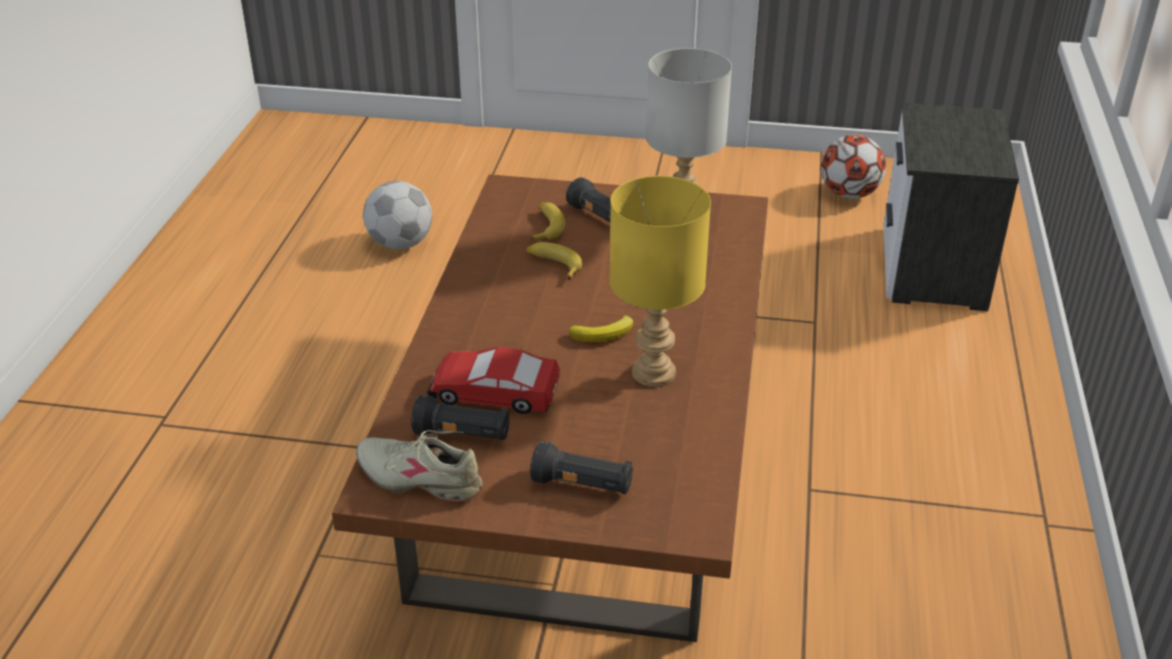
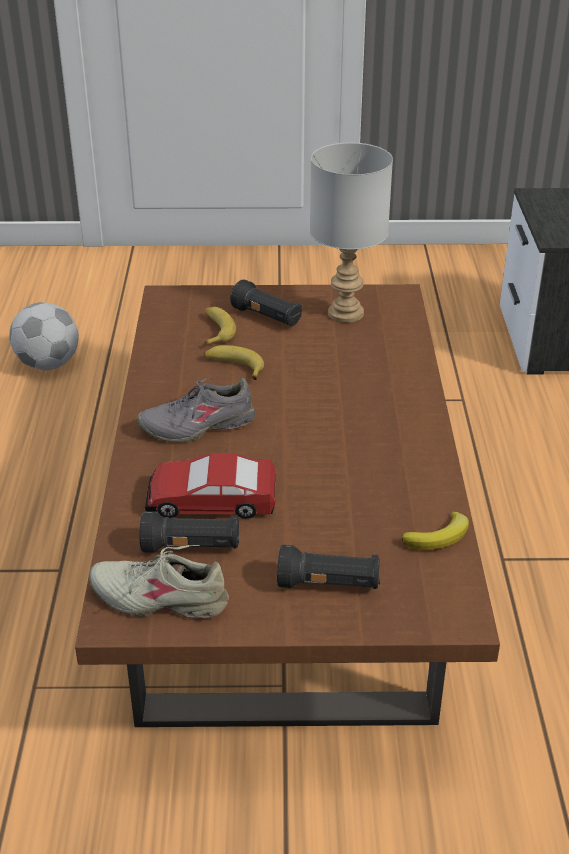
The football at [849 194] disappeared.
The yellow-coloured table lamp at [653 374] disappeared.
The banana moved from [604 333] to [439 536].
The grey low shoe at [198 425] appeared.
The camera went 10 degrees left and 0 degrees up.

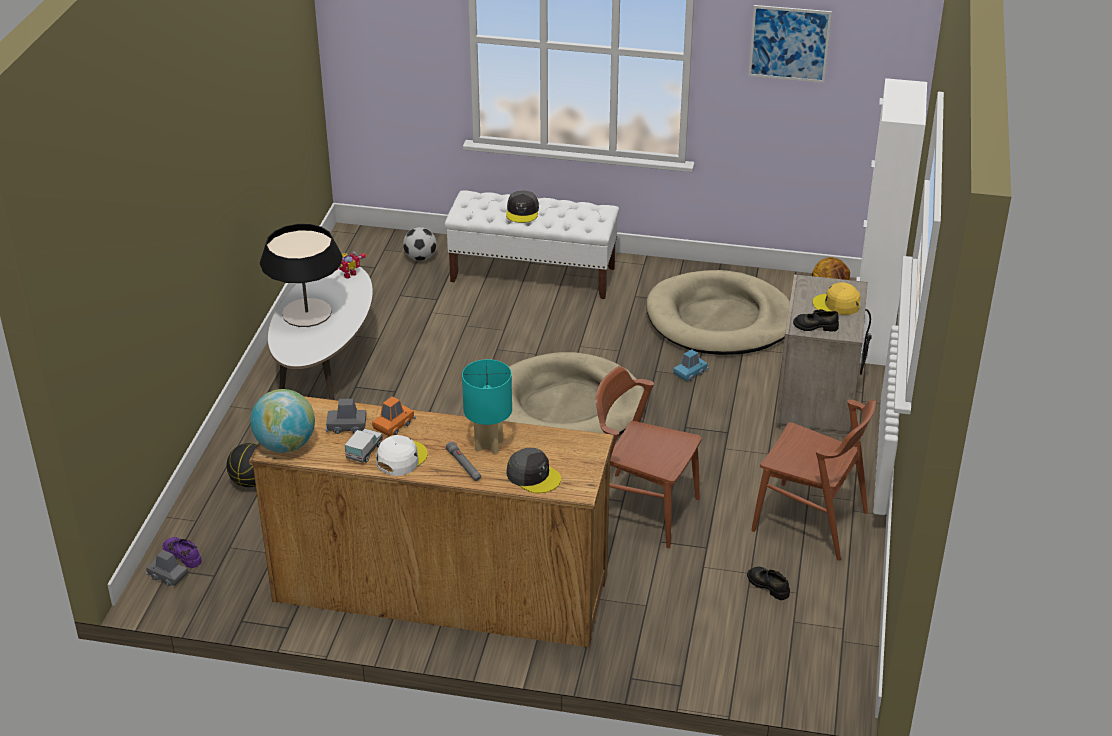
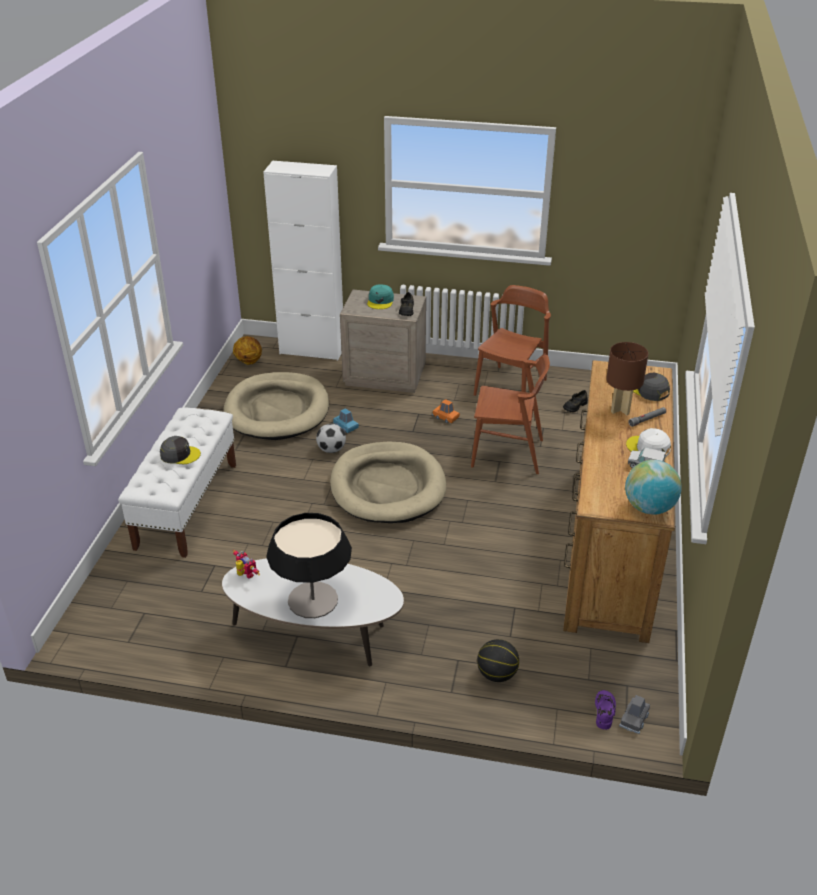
The picture at [789 43] disappeared.
The football moved from [420 258] to [331 450].
The yellow-coloured baseball cap at [837 304] became the blue-green baseball cap at [380 301].
The blue-green table lamp at [488 445] became the brown-coloured table lamp at [620 409].
The brown-coloured chair at [641 509] turned 105 degrees counterclockwise.
The orange toy car moved from [394 425] to [445 417].
The grey toy car at [346 426] disappeared.
The grey baseball cap at [533 476] turned 75 degrees counterclockwise.
The purple low shoe at [183 555] turned 150 degrees clockwise.
The camera went 90 degrees left and 0 degrees up.

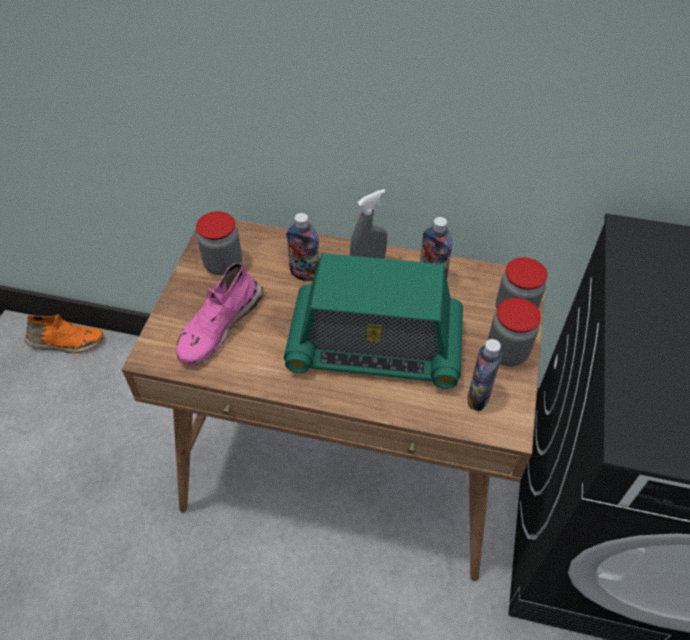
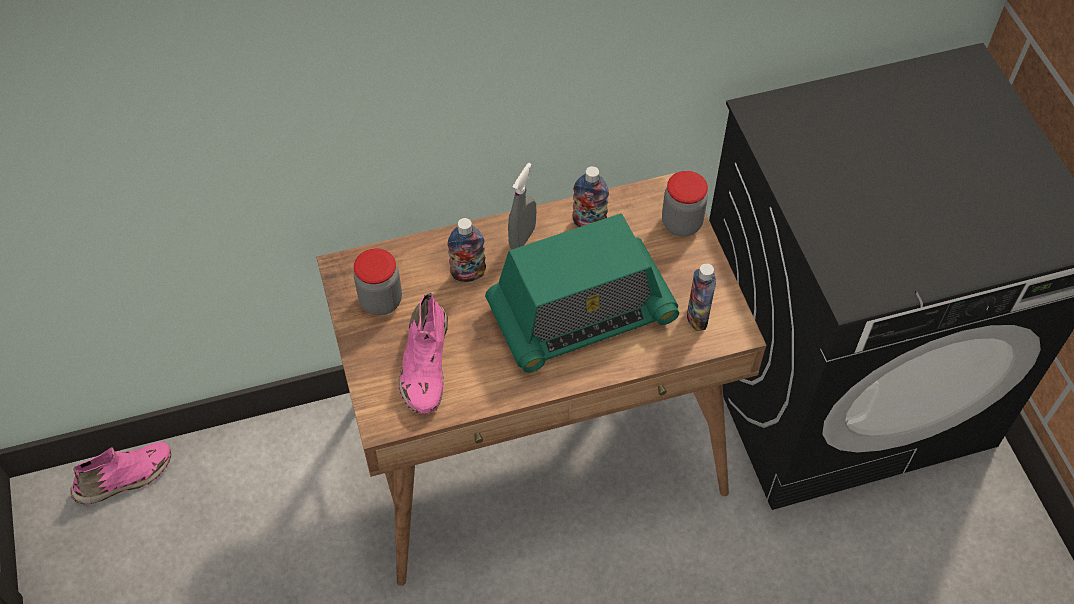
The storage jar at [506 352] disappeared.
The orange low shoe at [66 343] became the pink-coloured low shoe at [125 478].
The camera went 30 degrees left and 5 degrees up.

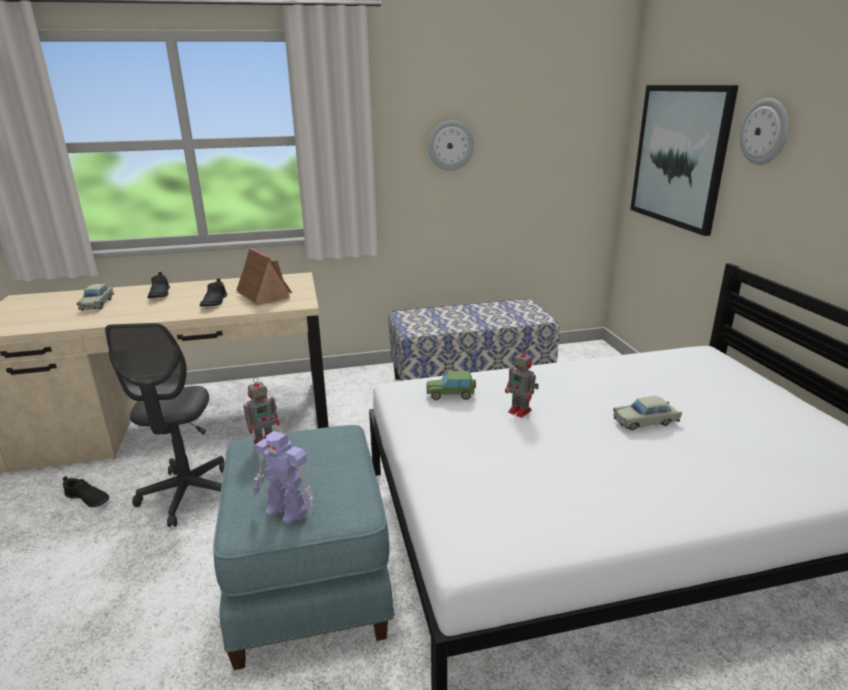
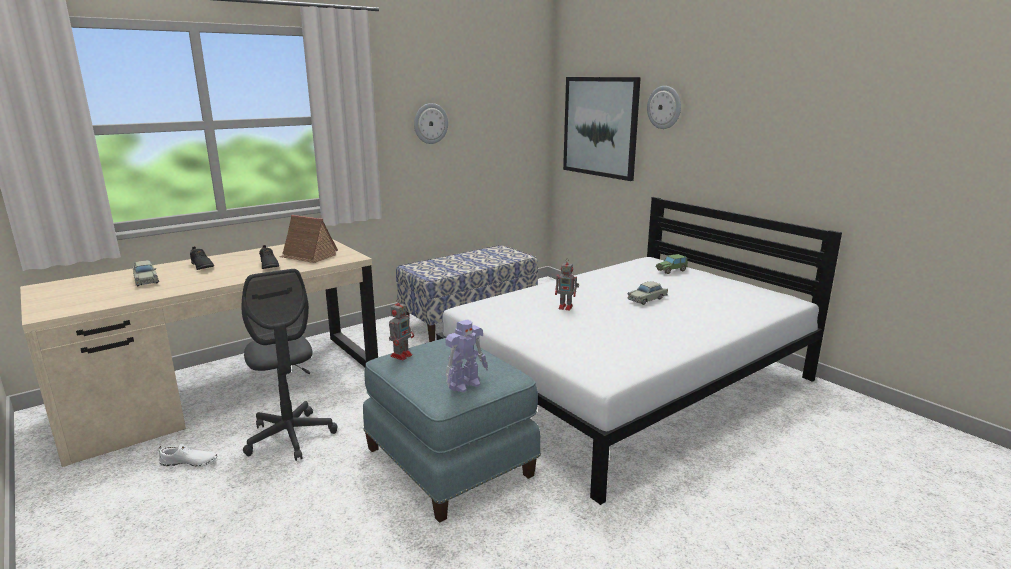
The toy car moved from [451 395] to [671 270].
The toy robot at [287 511] turned 45 degrees counterclockwise.
The blackish low shoe at [87 499] became the white-coloured low shoe at [189 463].
The camera went 25 degrees left and 5 degrees down.

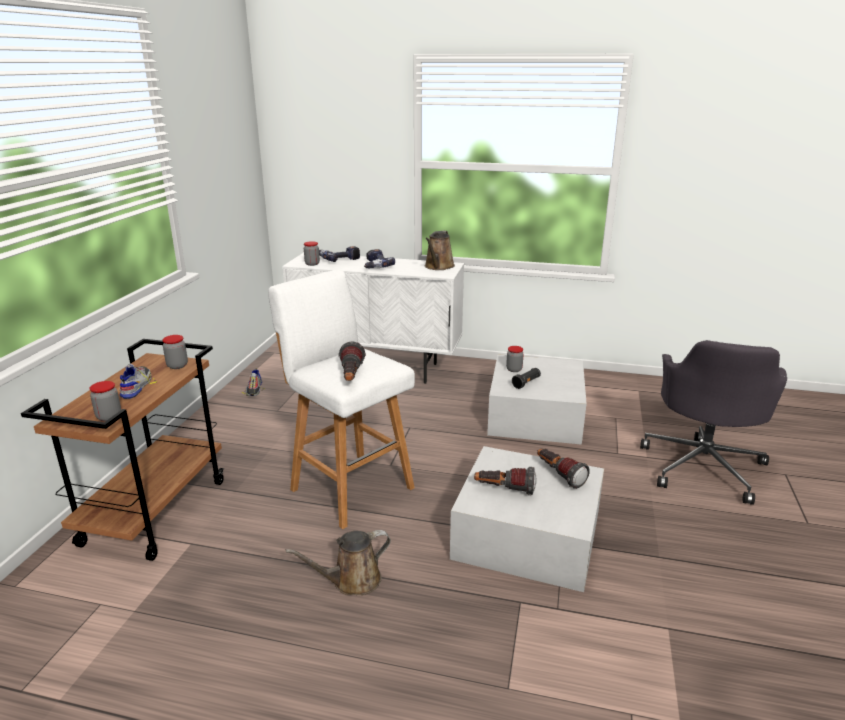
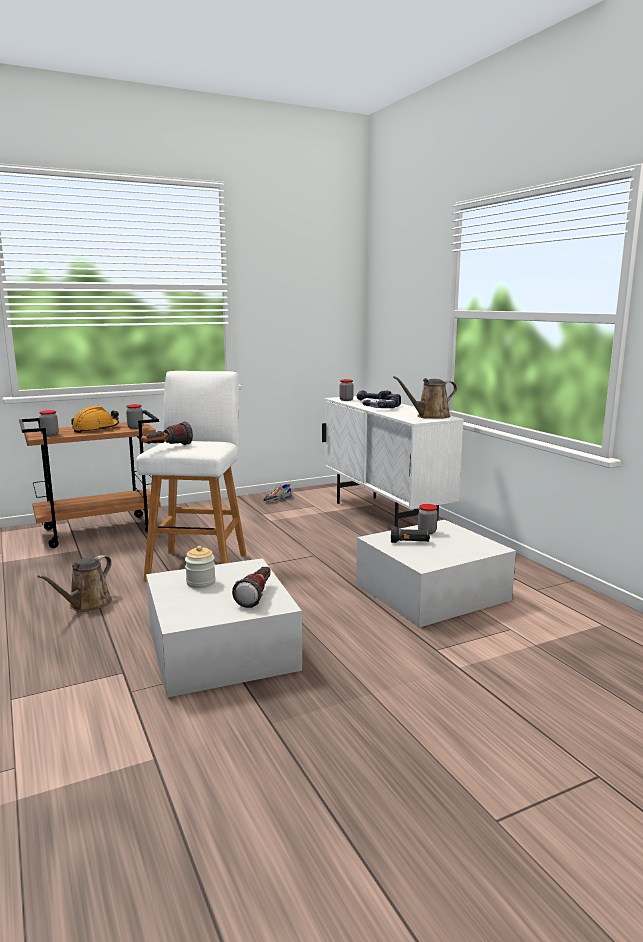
The grey computer chair at [703 466] disappeared.
The low shoe at [136 385] was replaced by the orange safety helmet at [96 429].
The torch at [504 490] was replaced by the storage jar at [201 582].
The brown-coloured sprinkling can at [352 581] turned 90 degrees counterclockwise.
The camera went 50 degrees right and 10 degrees down.

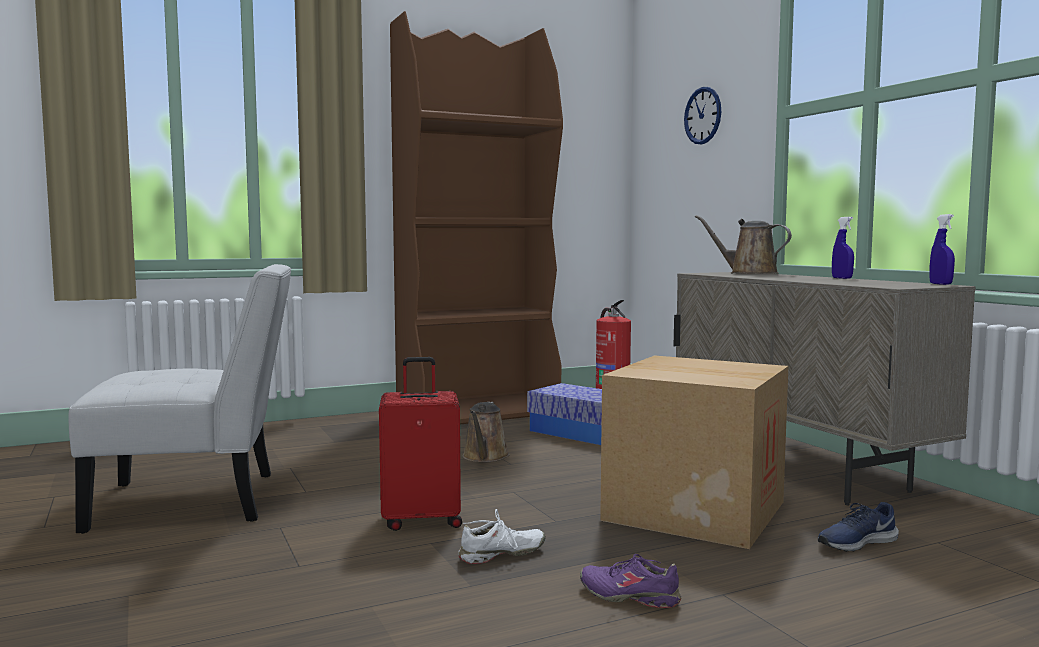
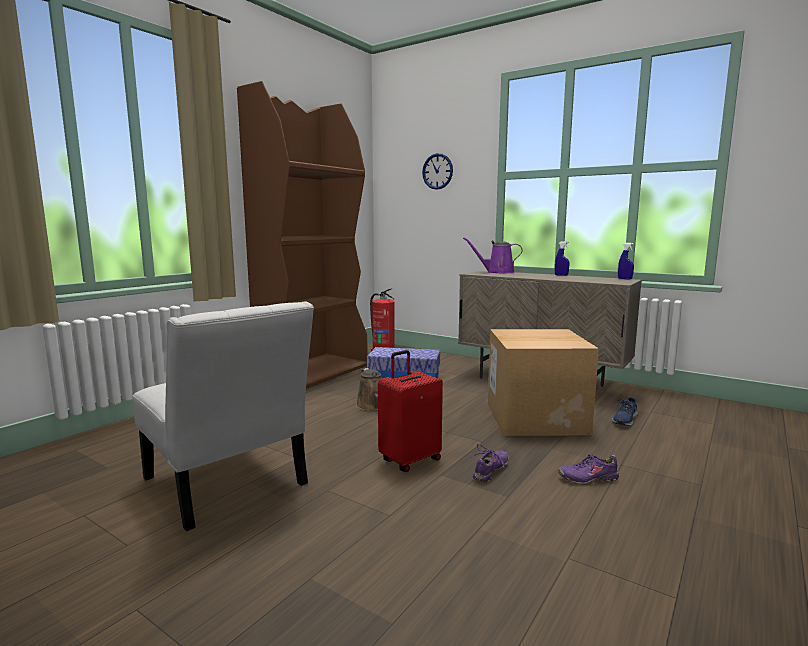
The brown-coloured sprinkling can at [748 273] became the purple sprinkling can at [497 272].
The white-coloured chair at [198 501] turned 90 degrees clockwise.
The white-coloured low shoe at [502 555] became the purple low shoe at [491 471].
The camera went 30 degrees left and 5 degrees up.

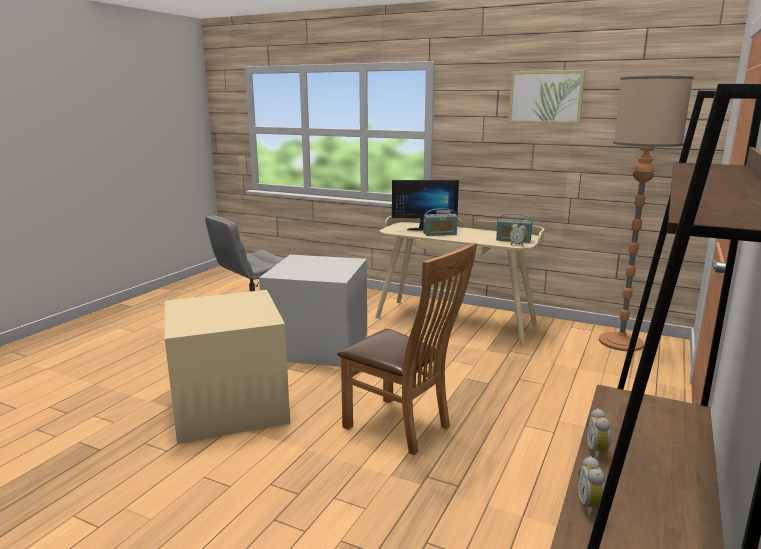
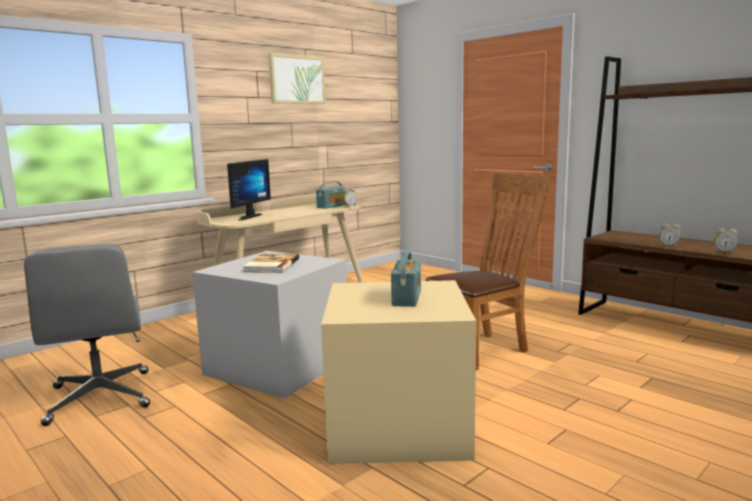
The floor lamp at [621 342] disappeared.
The radio set moved from [440 234] to [407 298].
The volume at [270 265] appeared.
The camera went 70 degrees left and 5 degrees down.

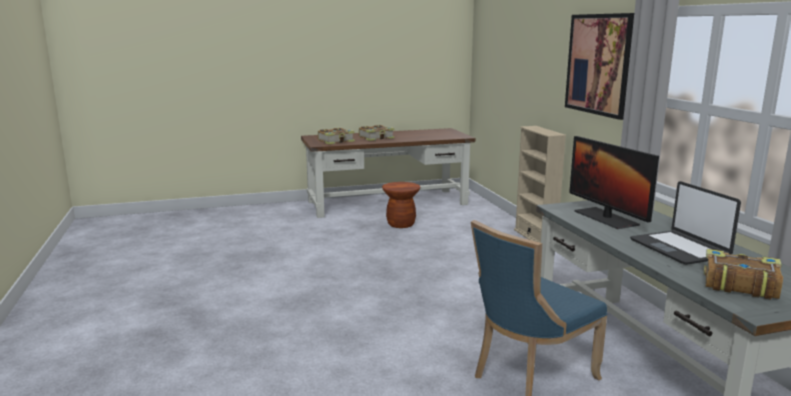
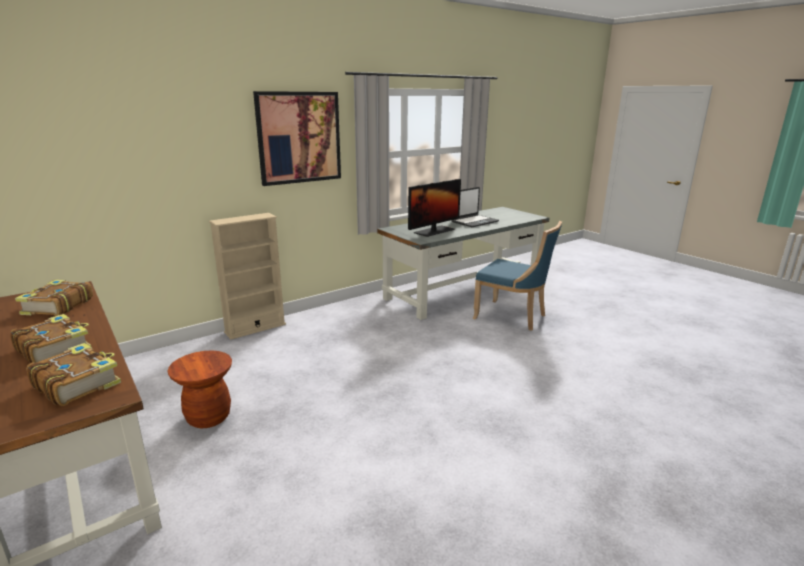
The volume moved from [738 284] to [57 306].
The camera went 110 degrees left and 5 degrees up.

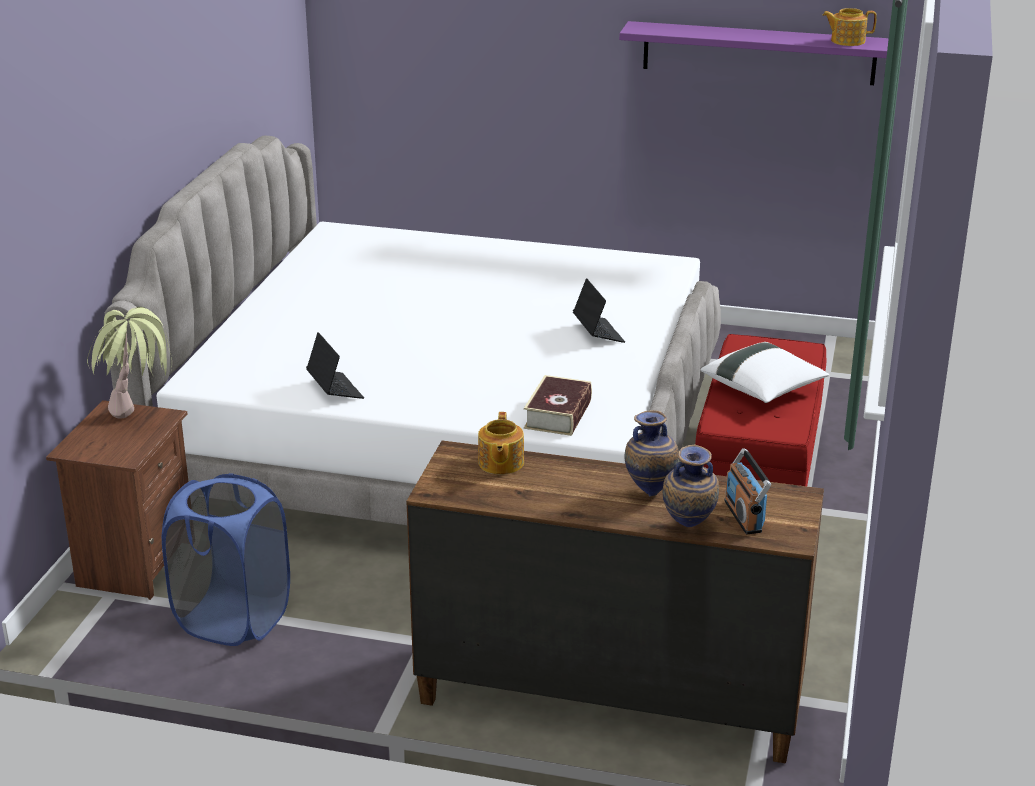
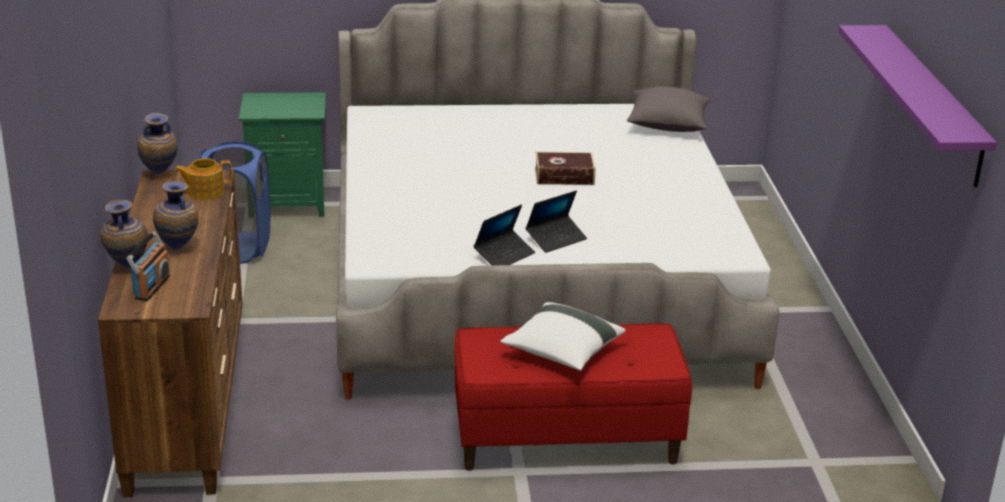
The pot for tea at [847 41] disappeared.
The houseplant at [140 424] disappeared.
The portable computer moved from [335 389] to [504 255].
The volume moved from [558 415] to [564 176].
The brown-coloured nightstand at [134 564] became the greenish nightstand at [287 203].
The radio set at [744 516] turned 135 degrees clockwise.
The grey throw pillow at [667 125] appeared.
The flower vase at [159 175] appeared.
The camera went 70 degrees right and 0 degrees up.

